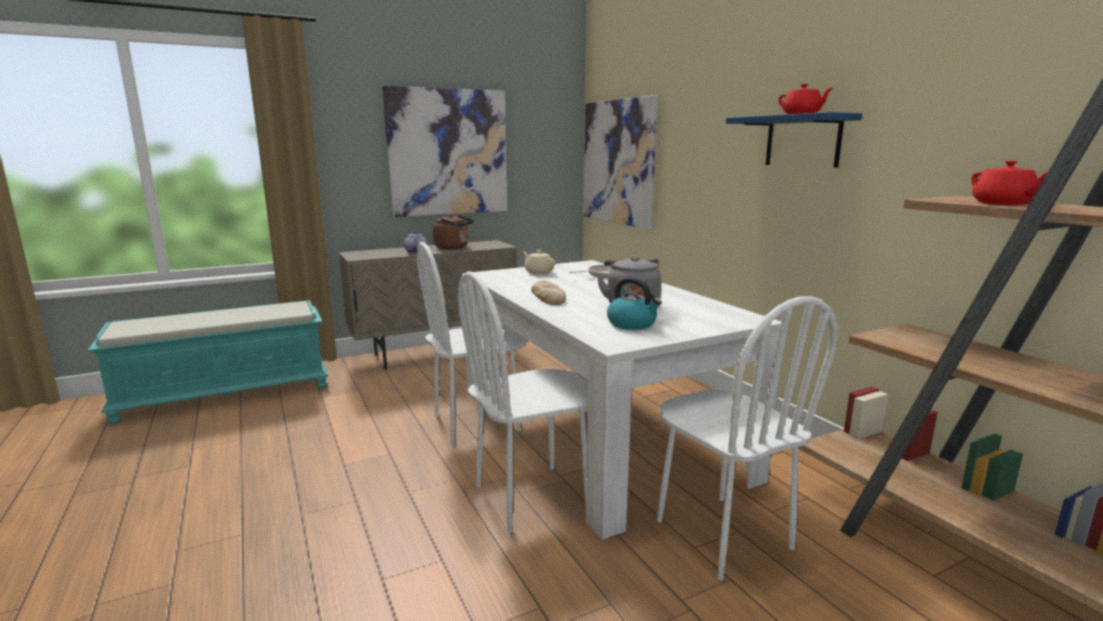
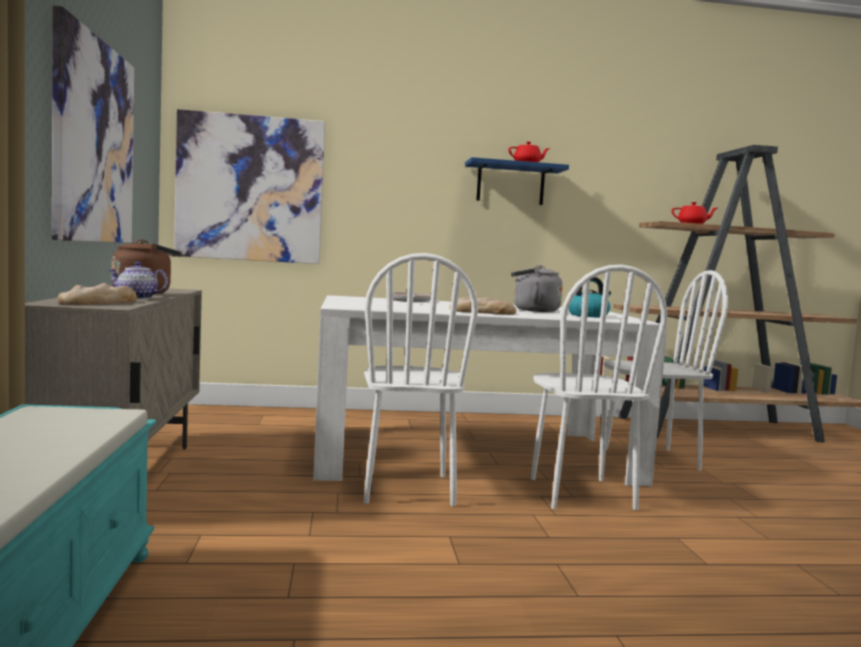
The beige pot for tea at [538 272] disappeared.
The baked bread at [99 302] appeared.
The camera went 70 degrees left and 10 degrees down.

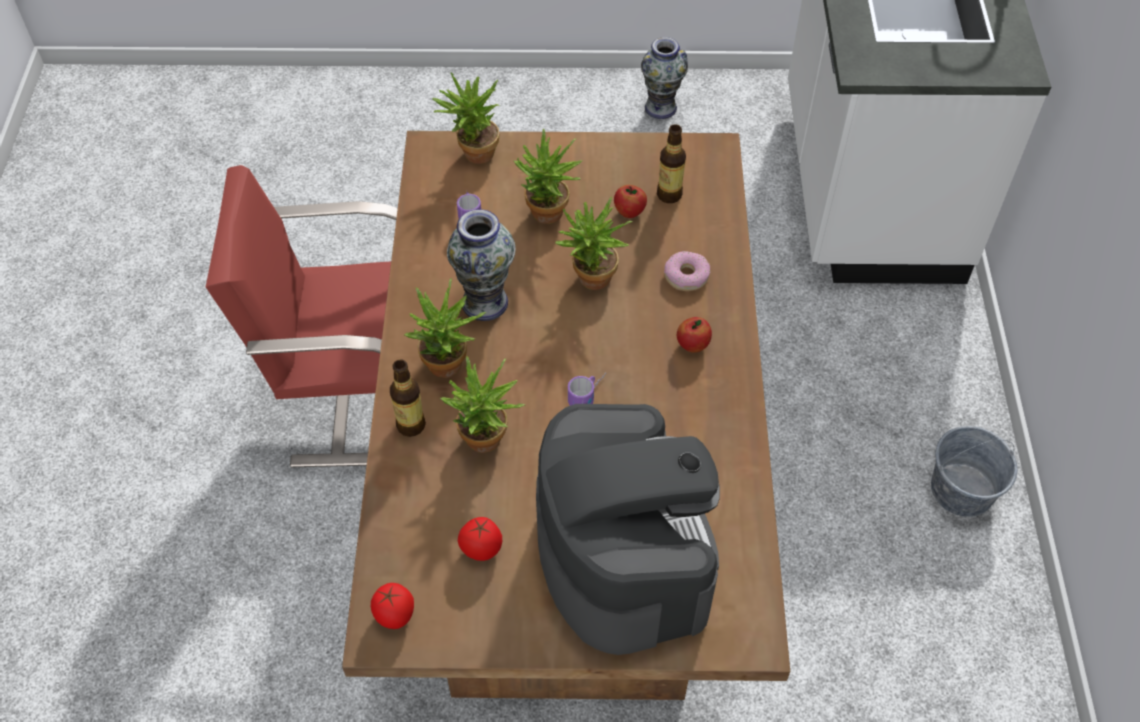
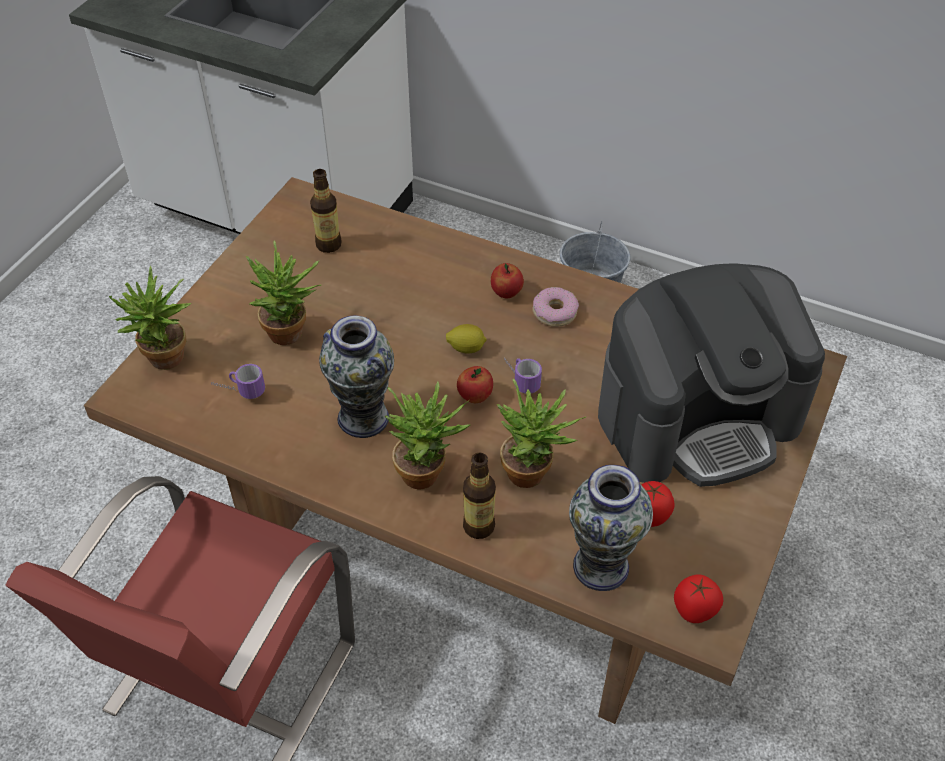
The flower vase moved from [660 107] to [600 565].
The apple moved from [629 212] to [475 396].
The houseplant at [590 282] disappeared.
The ring doughnut moved from [686 276] to [554 312].
The coffee maker at [623 554] turned 150 degrees clockwise.
The lemon at [466 348] appeared.
The camera went 65 degrees left and 5 degrees down.

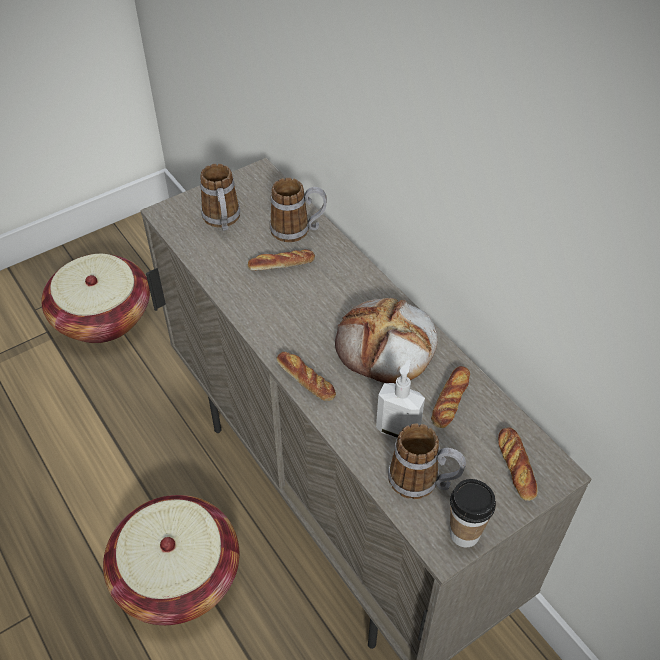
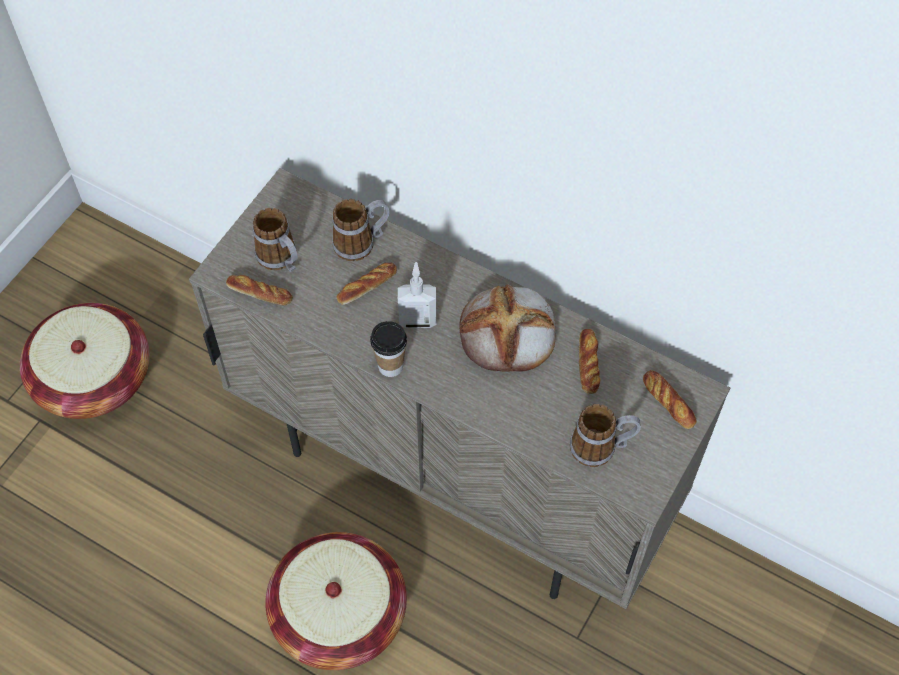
The baked bread moved from [305 379] to [259 293].
The liquid soap bottle moved from [398 429] to [417 320].
The drinking cup moved from [464 533] to [390 366].
The camera went 25 degrees left and 10 degrees up.

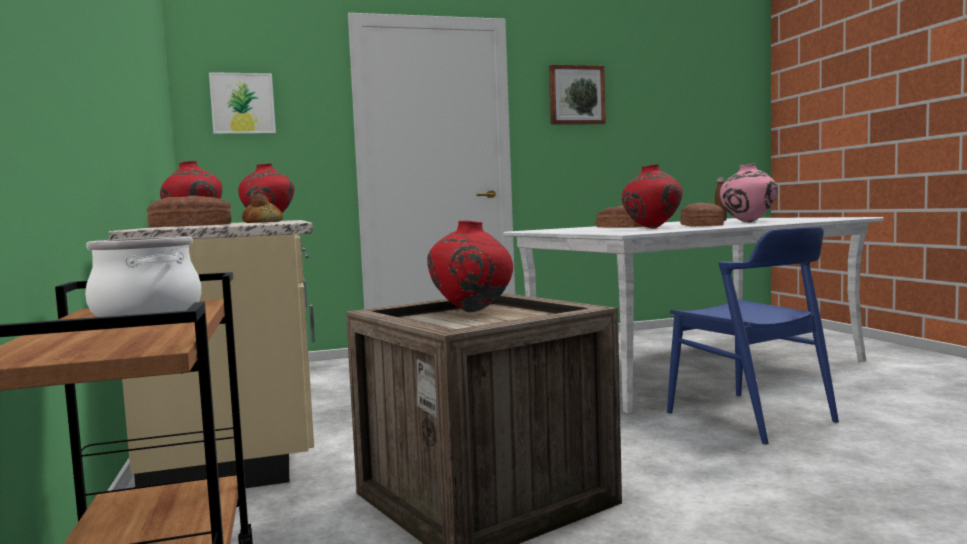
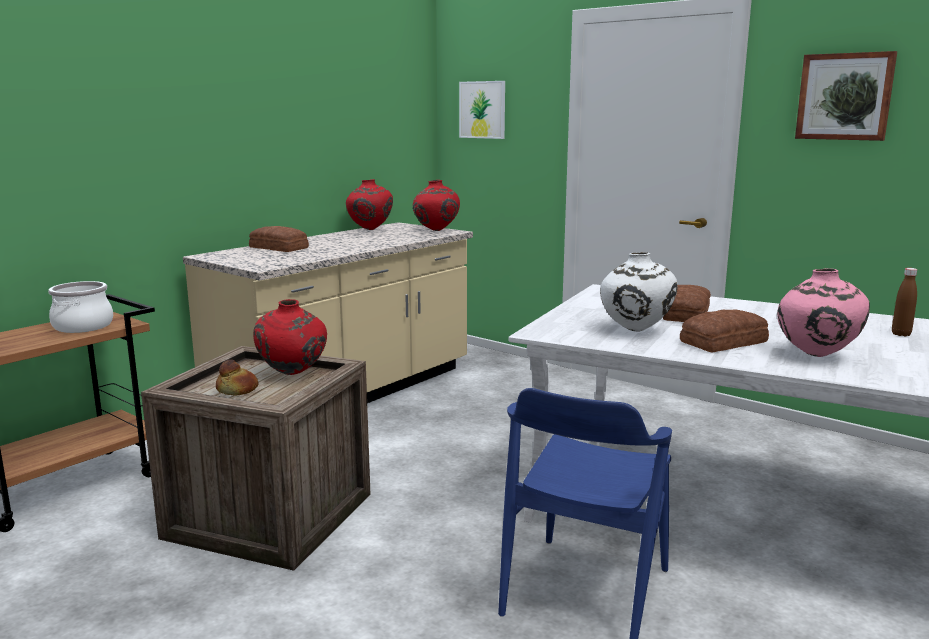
The red flower vase at [652 228] became the white-coloured flower vase at [635 331].
The baked bread moved from [263 222] to [237 389].
The camera went 55 degrees right and 10 degrees up.

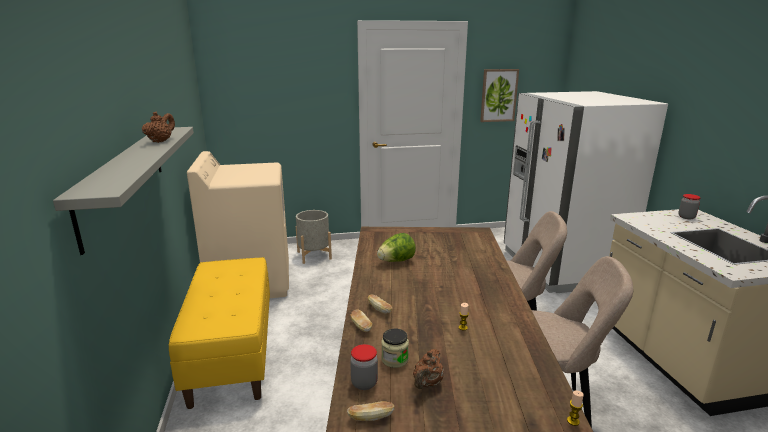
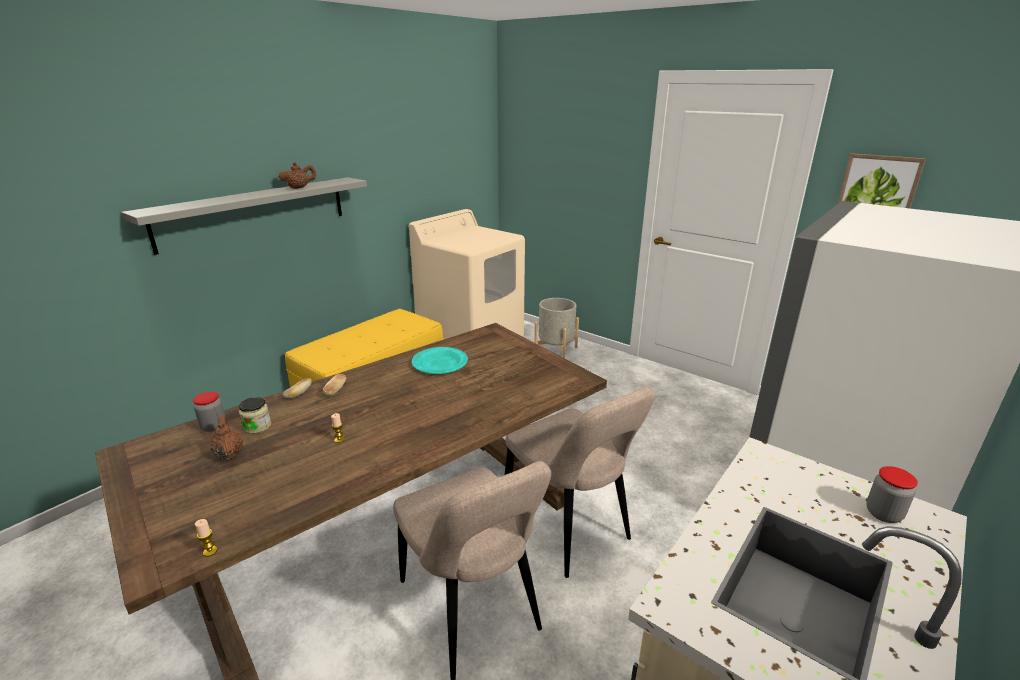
The lettuce at [396 261] was replaced by the blue-green flat dish at [440 364].
The brown-coloured pot for tea at [427 383] turned 75 degrees clockwise.
The baked bread at [371 417] disappeared.
The camera went 50 degrees right and 5 degrees up.

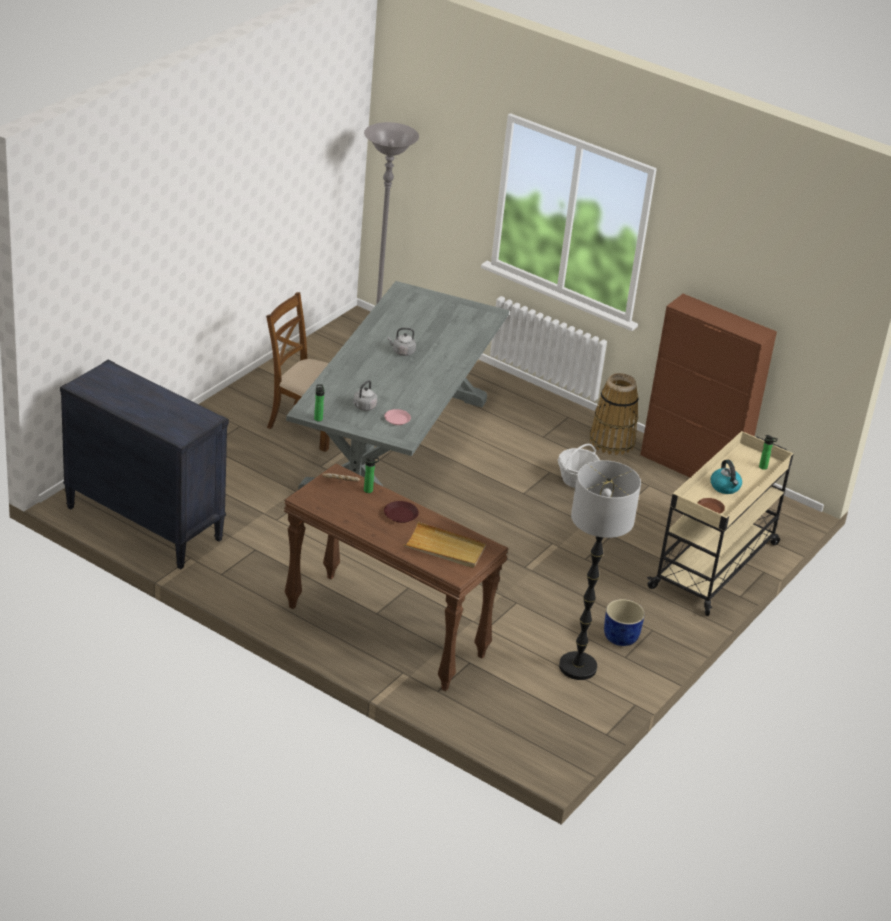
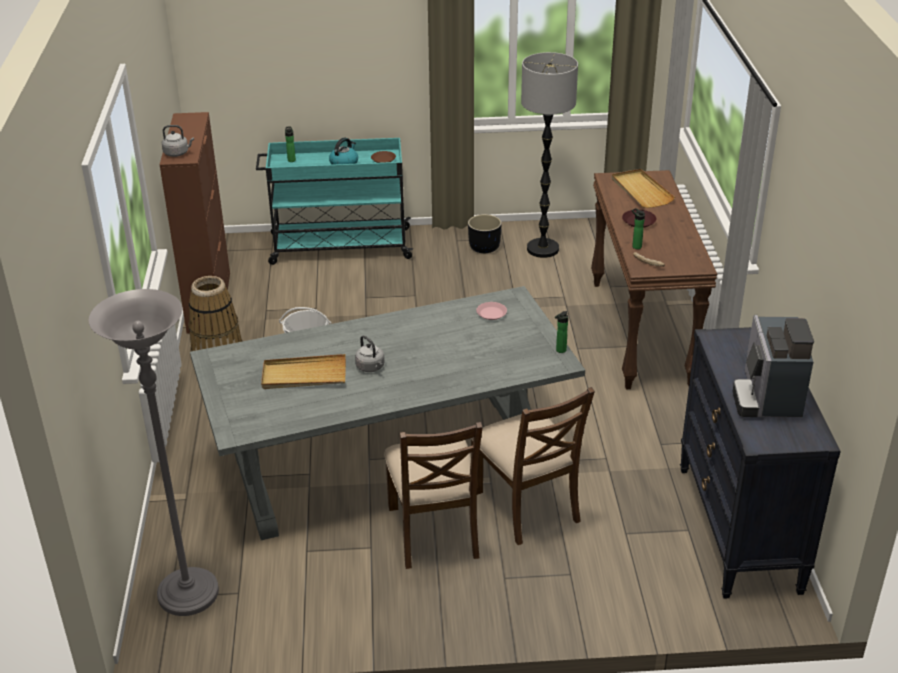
The grey kettle moved from [364 407] to [177 153].
The beige wheeled cart at [715 565] became the blue-green wheeled cart at [338 246].
The bluish planter at [621 637] became the blackish planter at [484 247].
The coffee maker at [767 397] appeared.
The beige carrying tray at [304 375] appeared.
The brown-coloured chair at [527 506] appeared.
The camera went 125 degrees left and 0 degrees up.

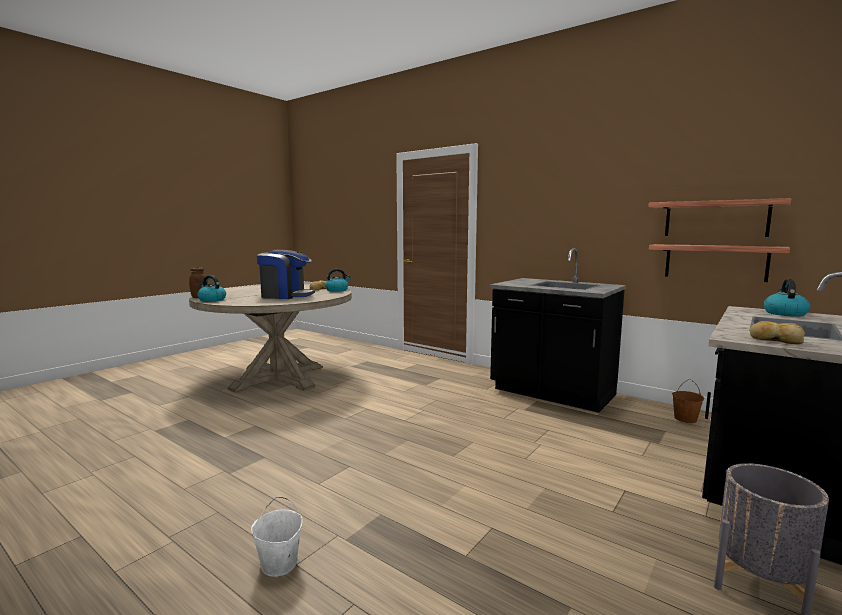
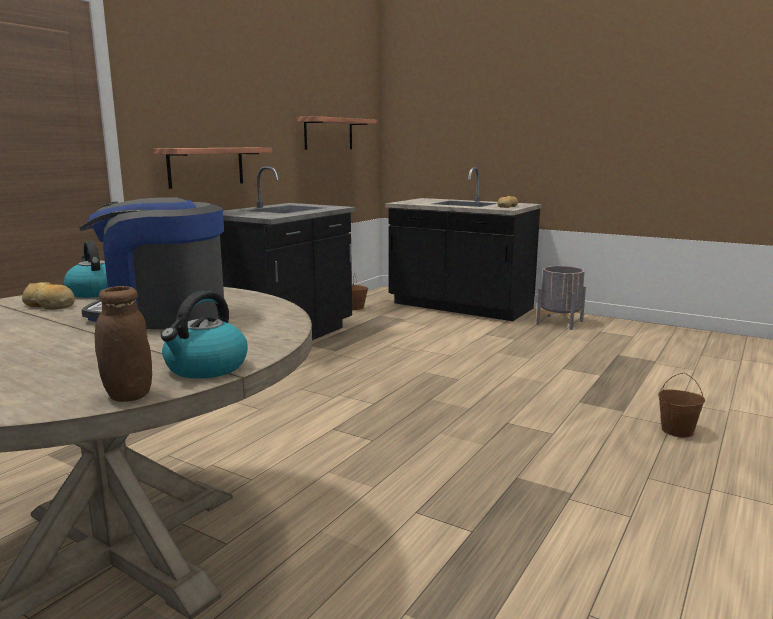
The wall shelf moved from [715 262] to [206 167].
The coffee maker at [286 295] turned 90 degrees counterclockwise.
The kettle at [784 313] disappeared.
The white-coloured pail at [279 564] became the brown-coloured pail at [677 431].
The camera went 95 degrees left and 5 degrees up.

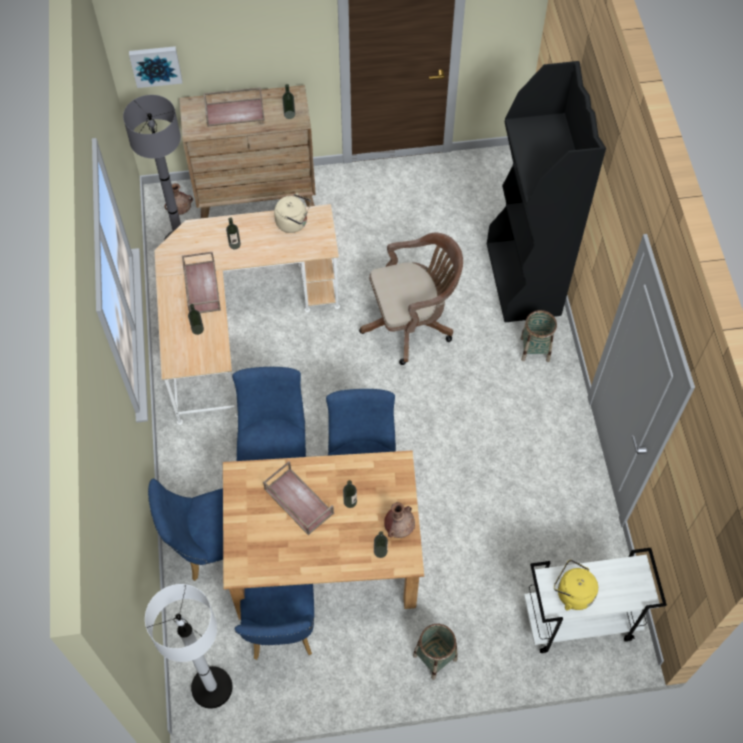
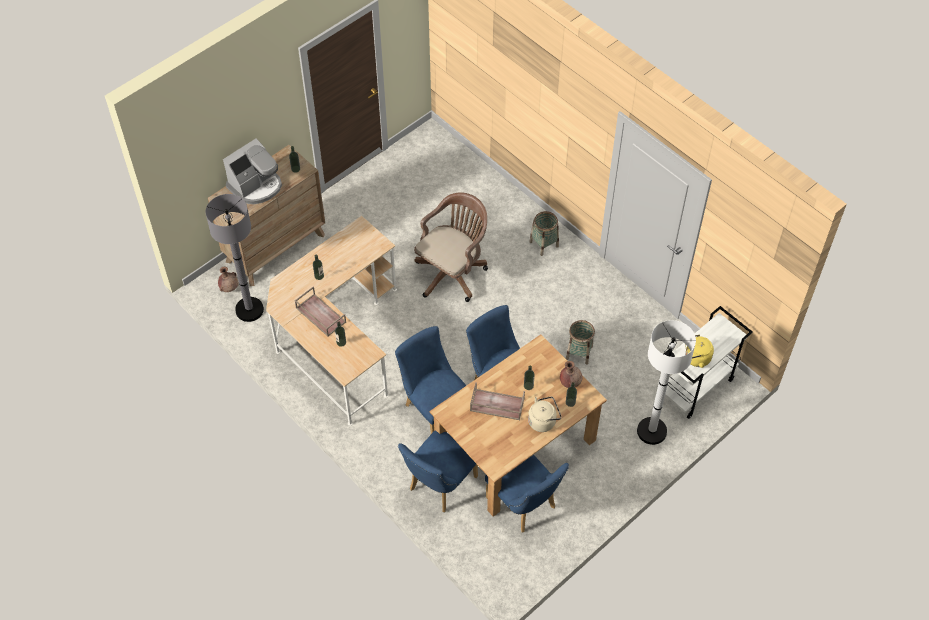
The picture at [156 65] disappeared.
The blackish bookshelf at [523 280] disappeared.
The brown-coloured carrying tray at [235 111] was replaced by the coffee maker at [256 186].
The beige kettle moved from [294 223] to [543 421].
The white-coloured floor lamp moved from [211 687] to [651 431].
The storage basket moved from [435 657] to [579 352].
The camera went 35 degrees left and 5 degrees down.

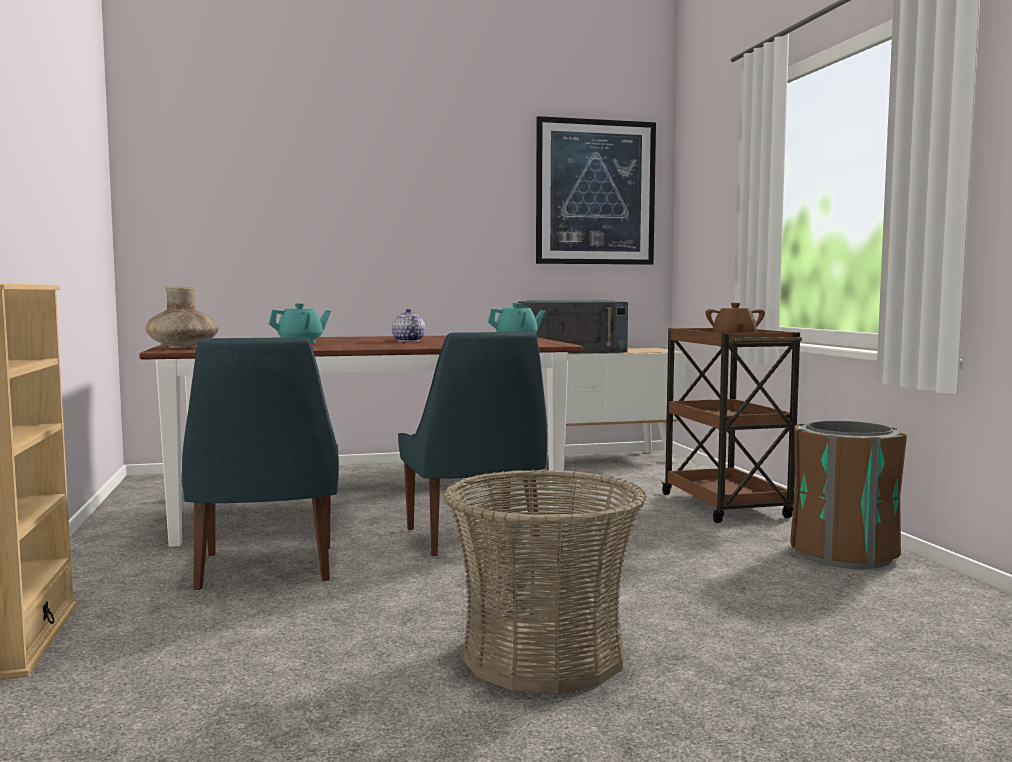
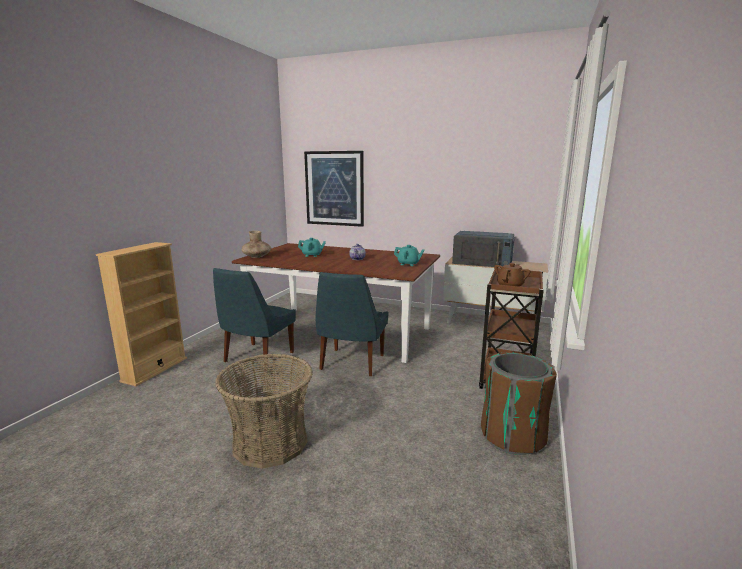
The picture moved from [595 192] to [334 188].
The camera went 35 degrees right and 10 degrees up.

